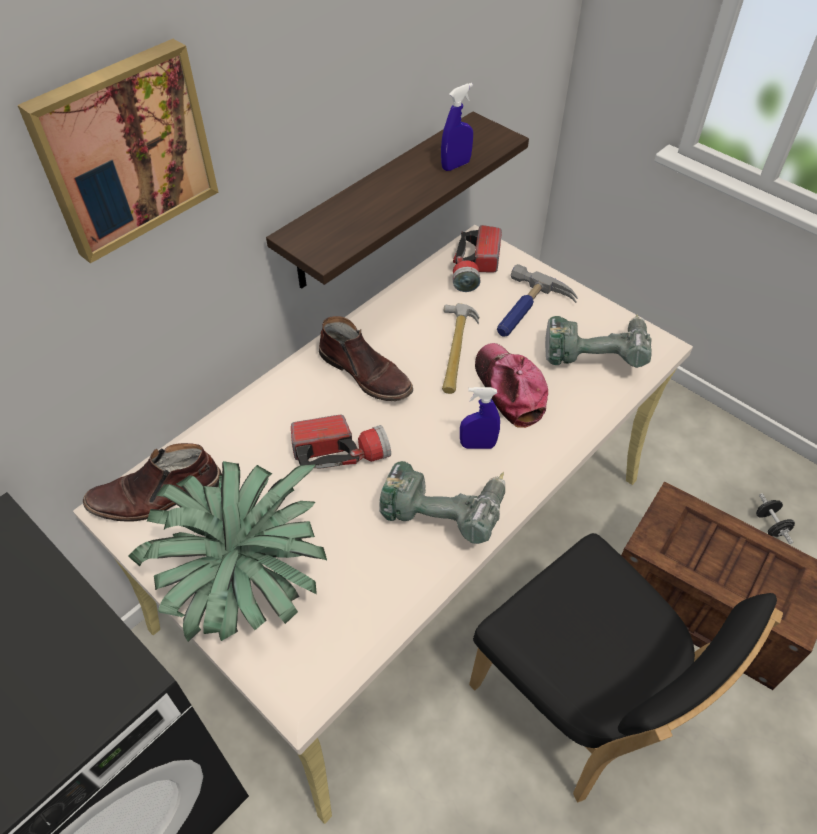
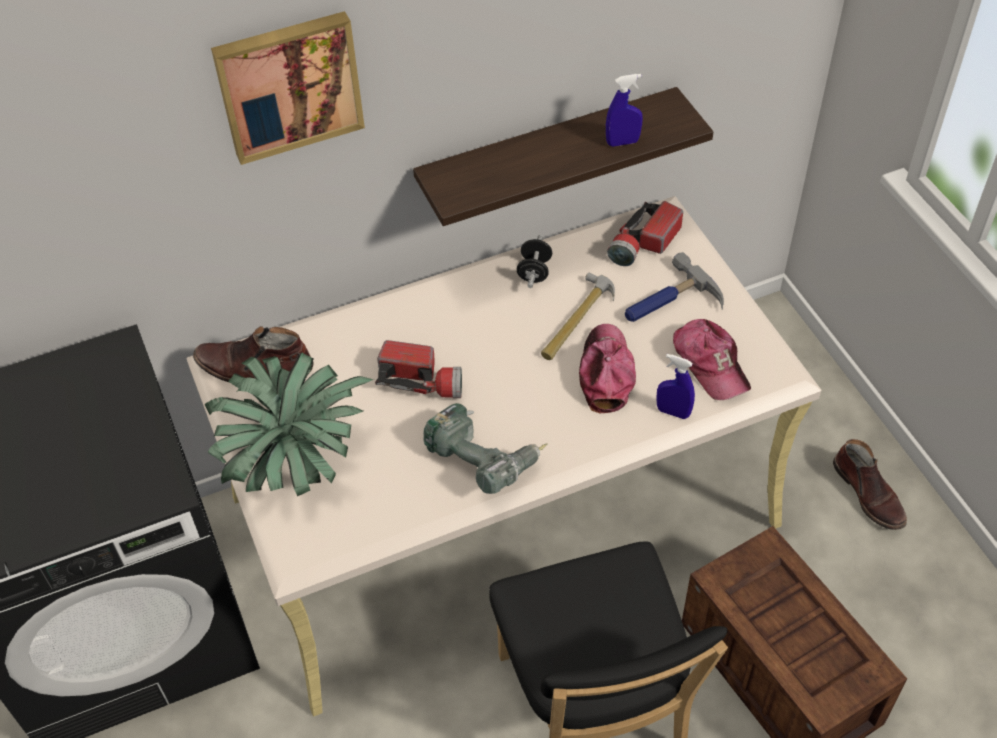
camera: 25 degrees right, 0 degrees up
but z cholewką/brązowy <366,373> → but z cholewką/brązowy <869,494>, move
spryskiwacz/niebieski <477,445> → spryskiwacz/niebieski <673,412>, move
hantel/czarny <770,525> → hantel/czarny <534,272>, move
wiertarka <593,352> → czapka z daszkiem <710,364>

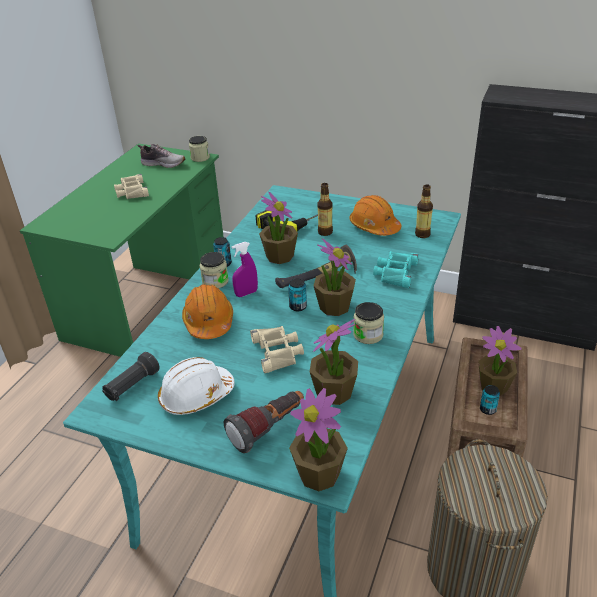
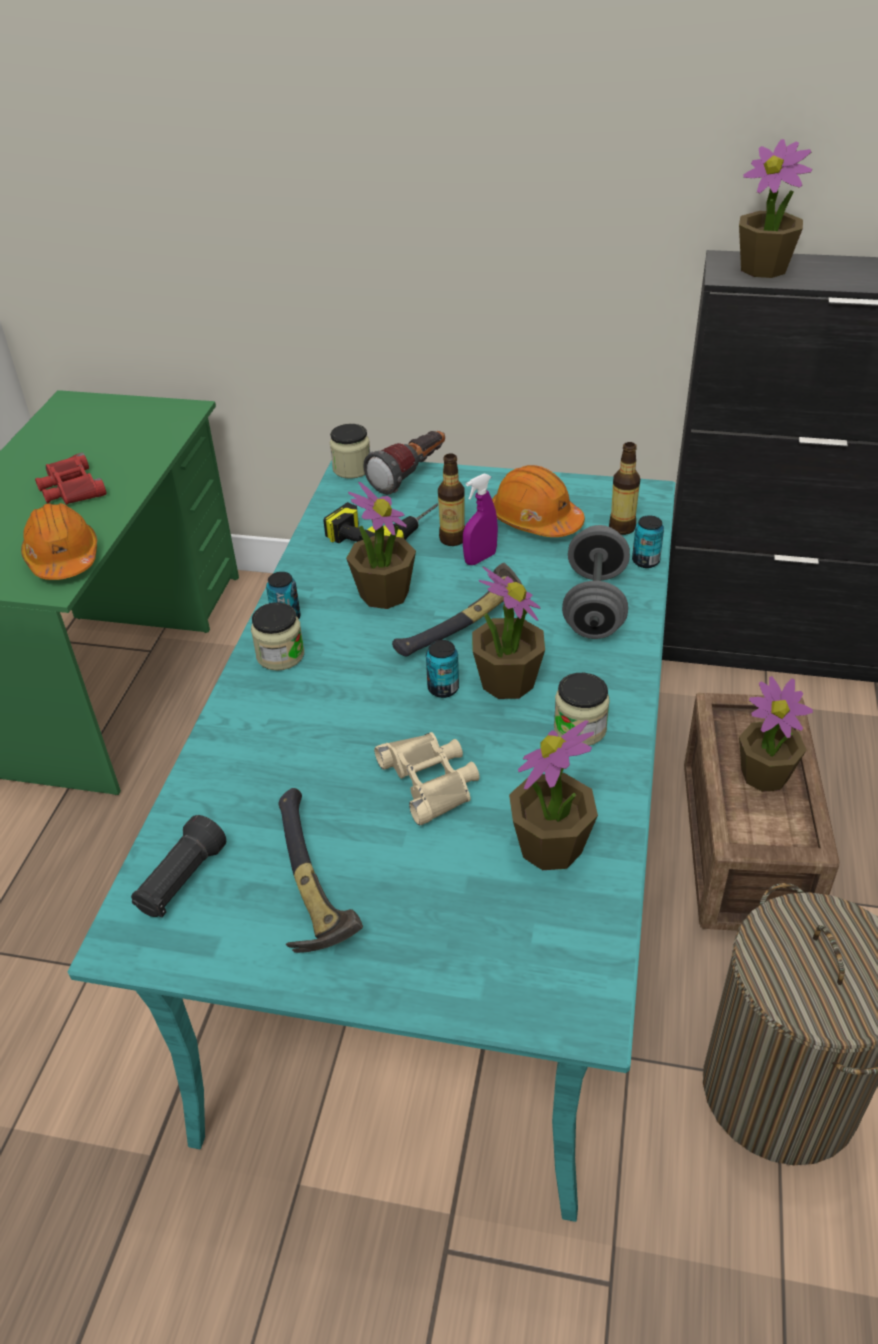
camera: 10 degrees left, 5 degrees up
but <163,164> → -
kask/pomarańczowy <209,321> → kask/pomarańczowy <63,558>, move
słoik <200,158> → słoik <352,468>, move
latarka <268,429> → latarka <411,475>, move
spryskiwacz/fioletowy <246,293> → spryskiwacz/fioletowy <480,558>, move
roślina doniczkowa <319,474> → roślina doniczkowa <763,269>, move
puszka <487,409> → puszka <645,561>, move
kask/biały <196,396> → młotek <306,885>
lornetka/turkusowy <395,273> → hantel/szary <595,605>
lornetka/beżowy <131,191> → lornetka/czerwony <71,488>

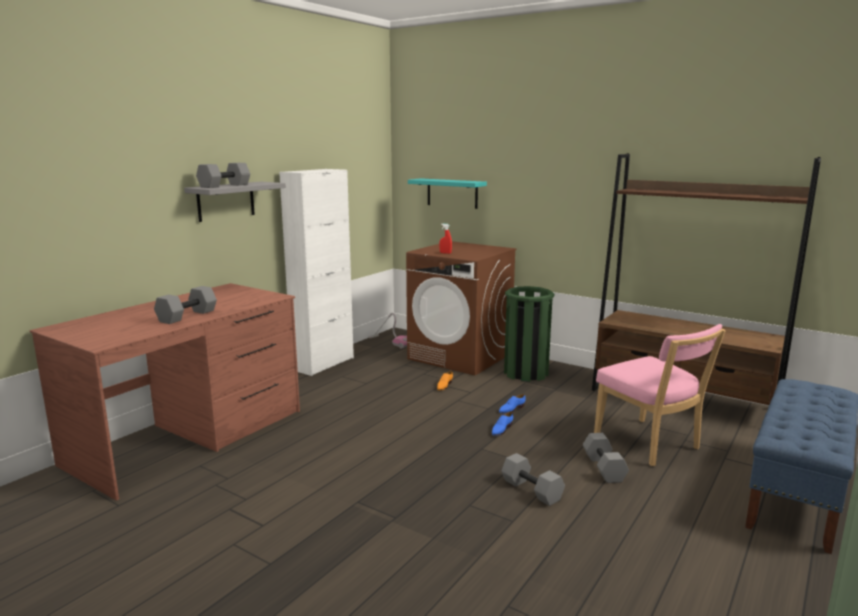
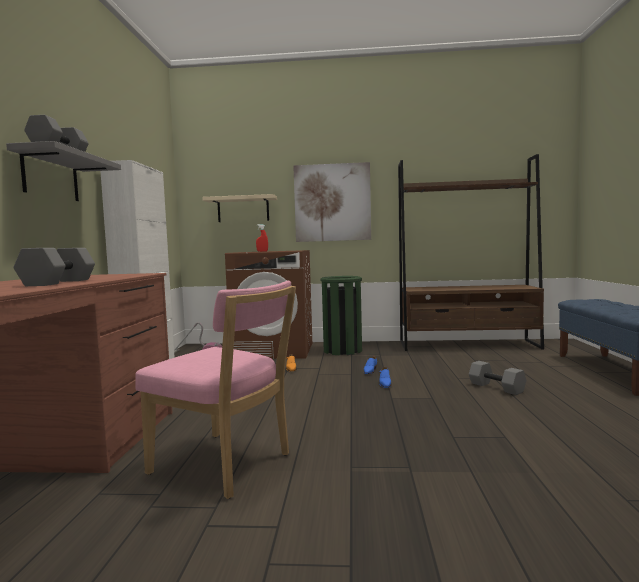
camera: 30 degrees left, 10 degrees down
hantel/szary <533,490> → -
- → obraz <332,202>
krzesło/różowy <650,444> → krzesło/różowy <226,465>, move
półka/turkusowy <452,193> → półka/beżowy <243,209>

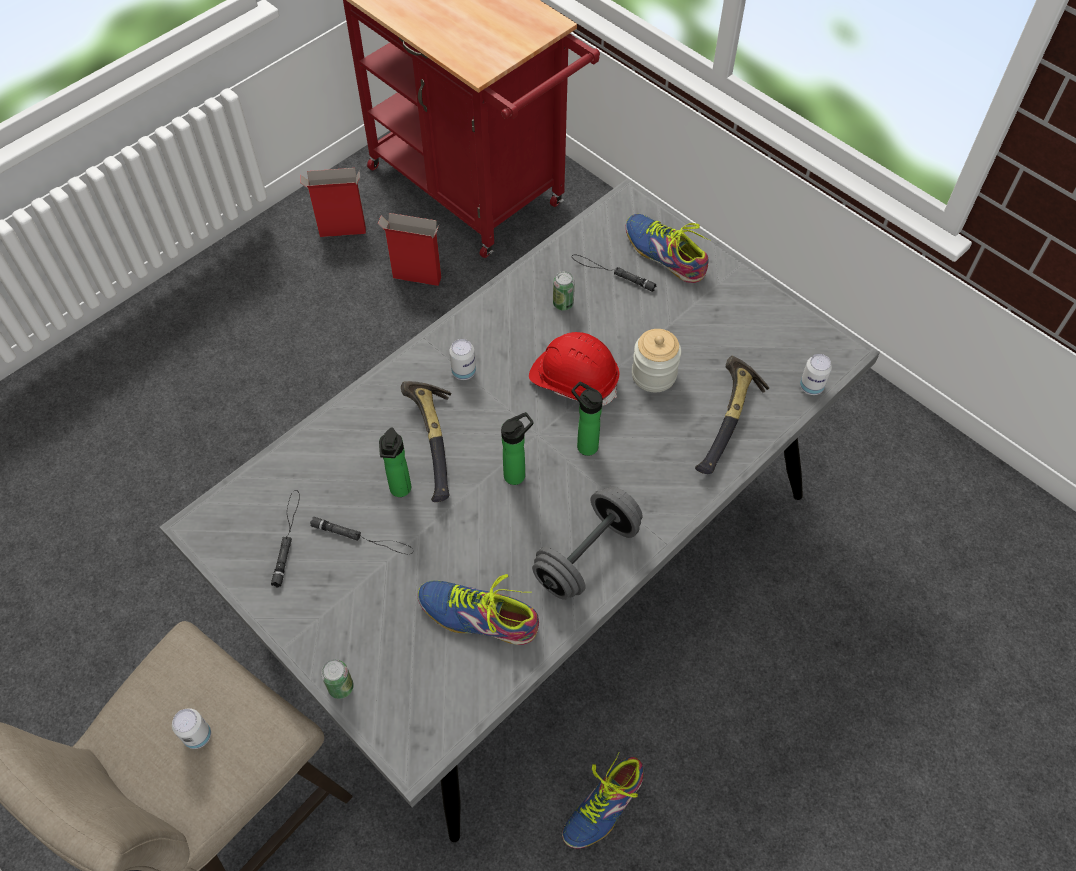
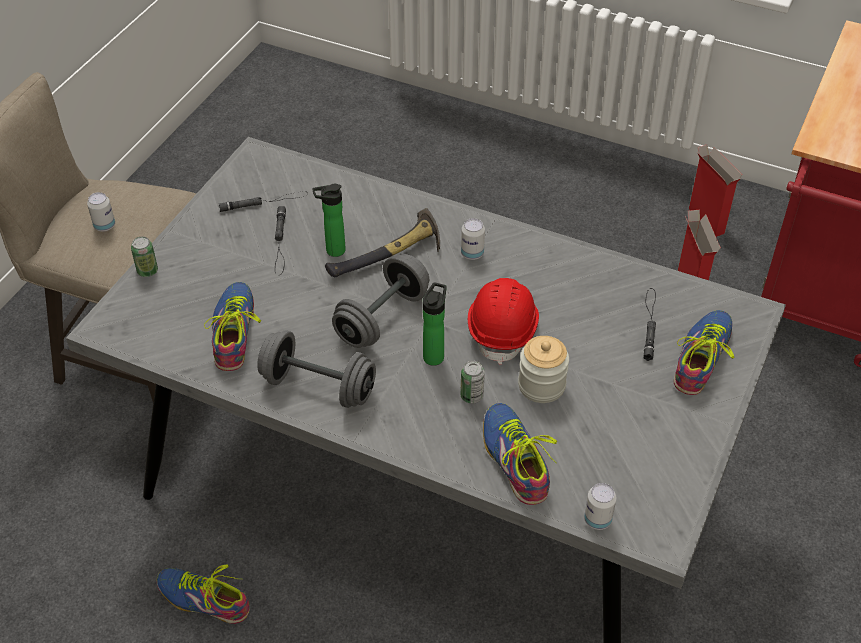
camera: 70 degrees right, 10 degrees down
puszka <563,304> → puszka <471,396>, move
butelka <517,474> → hantel/szary <382,318>
młotek <730,423> → but <514,459>

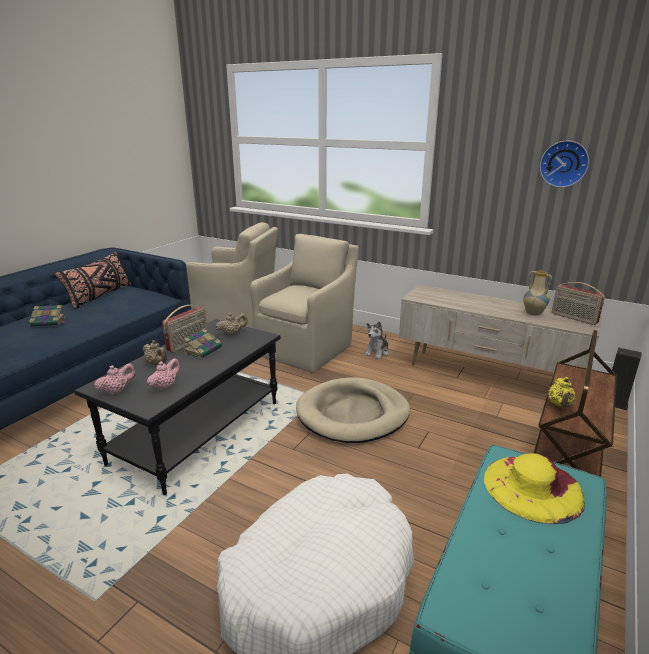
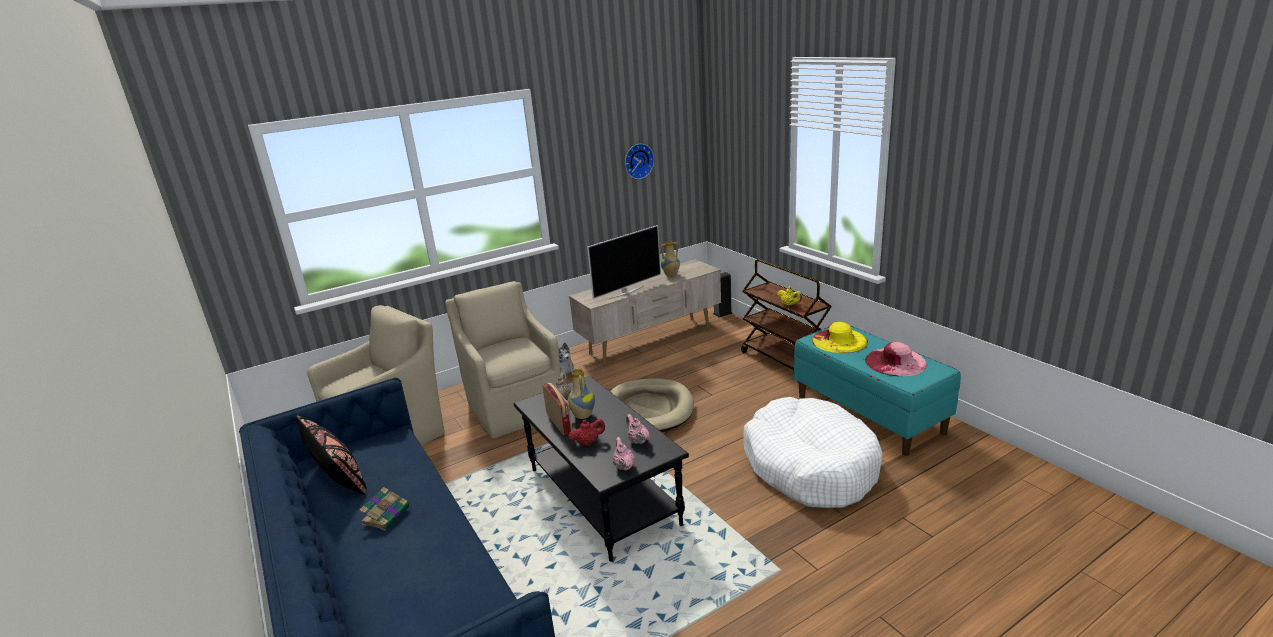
camera: 60 degrees left, 0 degrees up
radio <573,318> → -
- → telewizor <626,292>
- → kapelusz/różowy <895,362>
książka <203,350> → wazon <582,415>
imbryk/beżowy <157,364> → imbryk/czerwony <588,442>

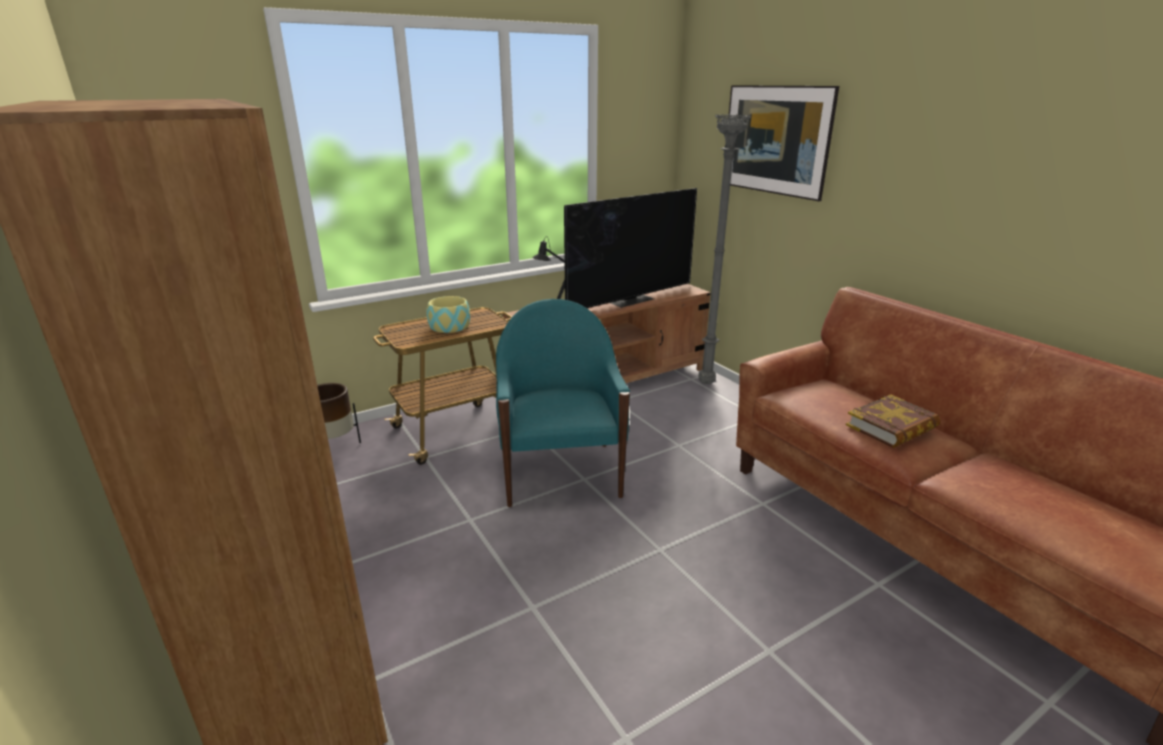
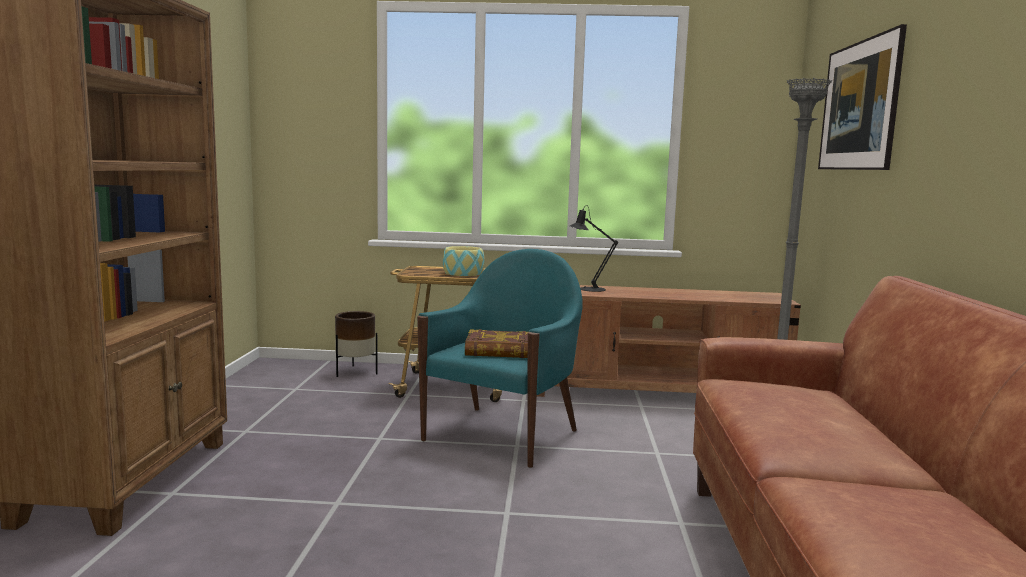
camera: 35 degrees right, 15 degrees down
telewizor <631,299> → -
książka <892,427> → książka <500,351>, move

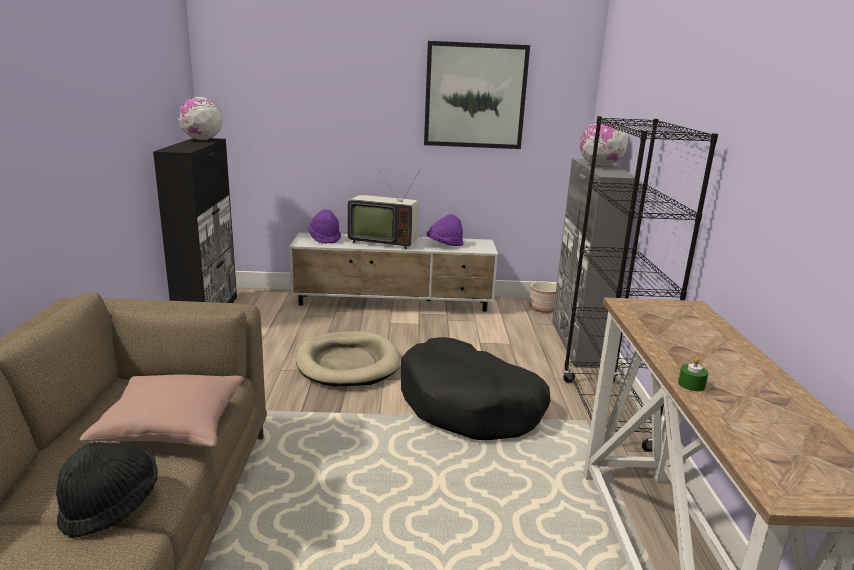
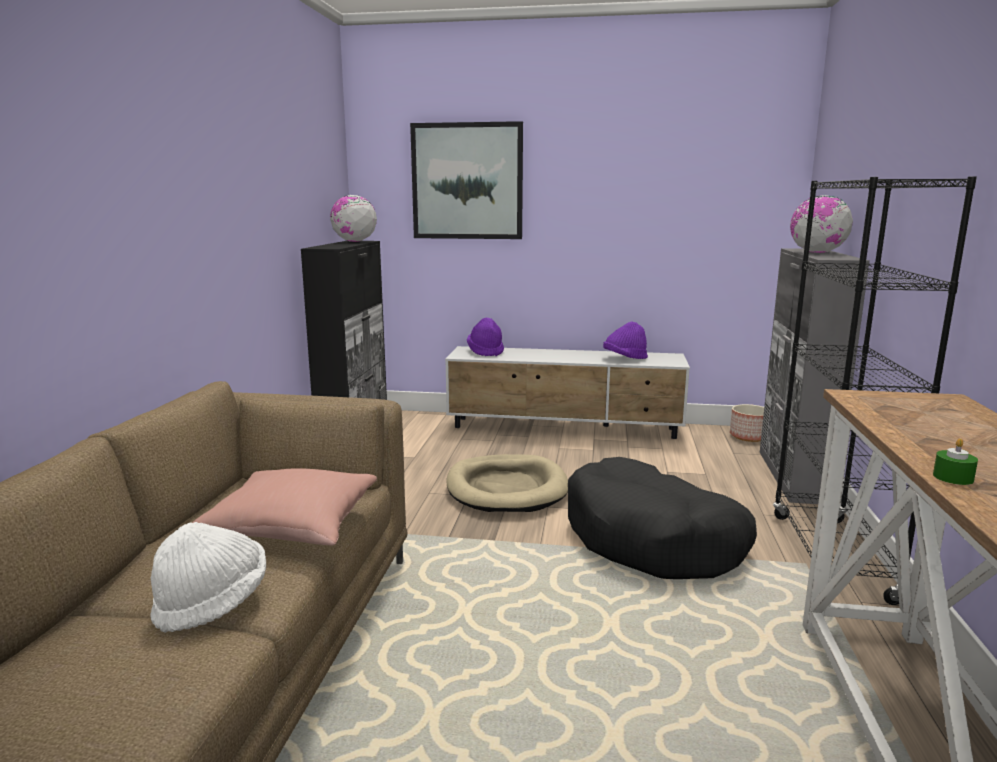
camera: 10 degrees right, 5 degrees down
telewizor <382,241> → -
obraz <475,96> → obraz <467,181>, move
kapelusz/czarny <111,506> → kapelusz/biały <212,603>

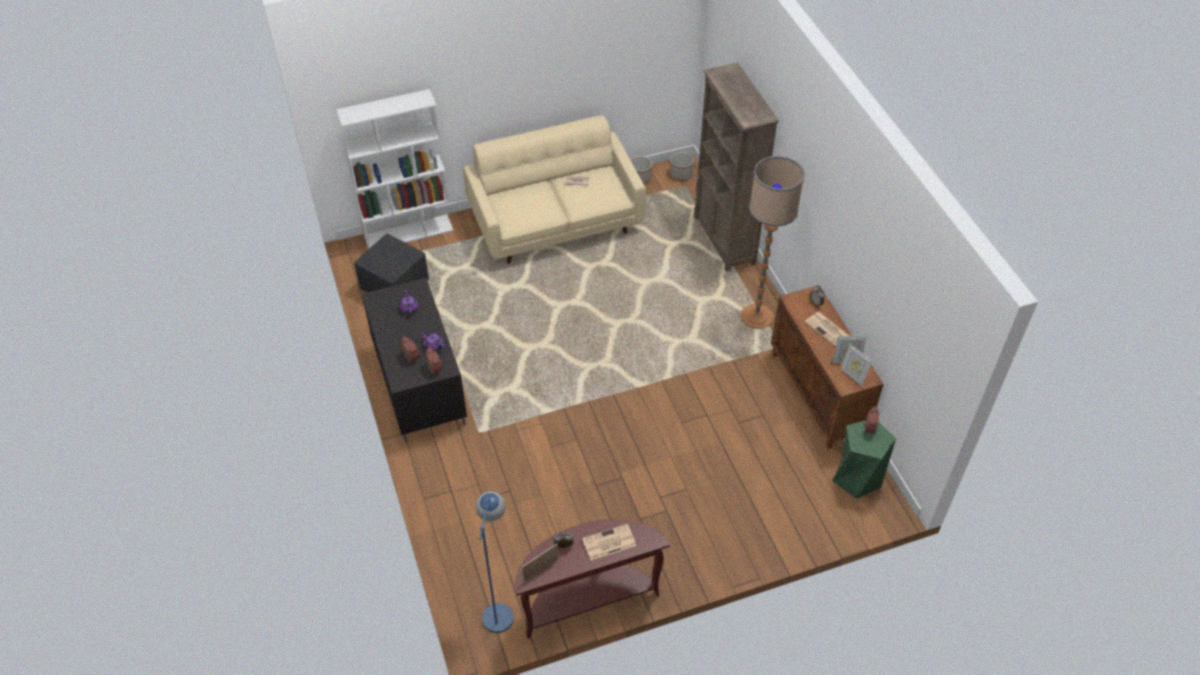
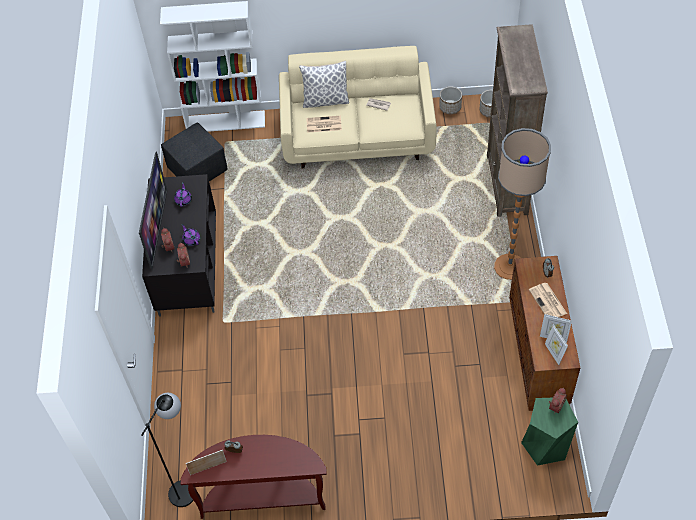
camera: 20 degrees right, 5 degrees up
- → telewizor <158,229>
- → poduszka <325,100>
gazeta <608,543> → gazeta <323,124>, move
lampa stojąca/niebieski <499,608> → lampa stojąca/czarny <186,485>

